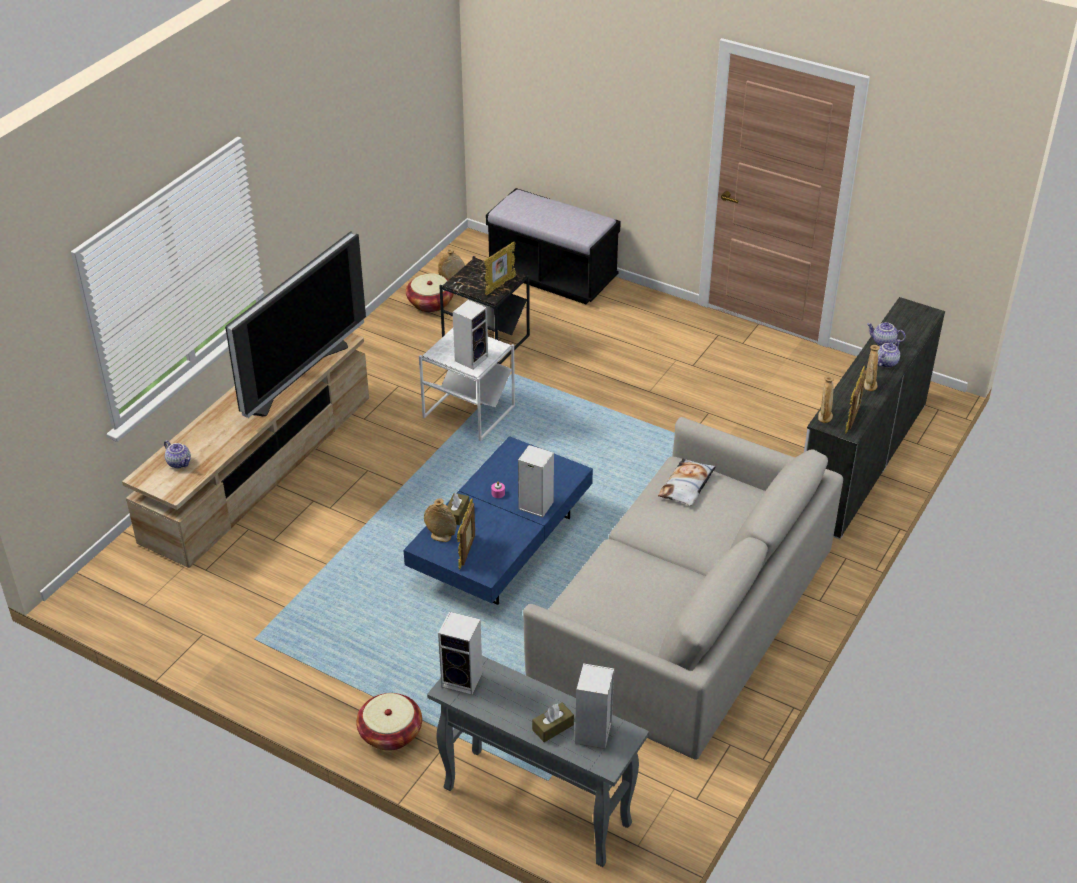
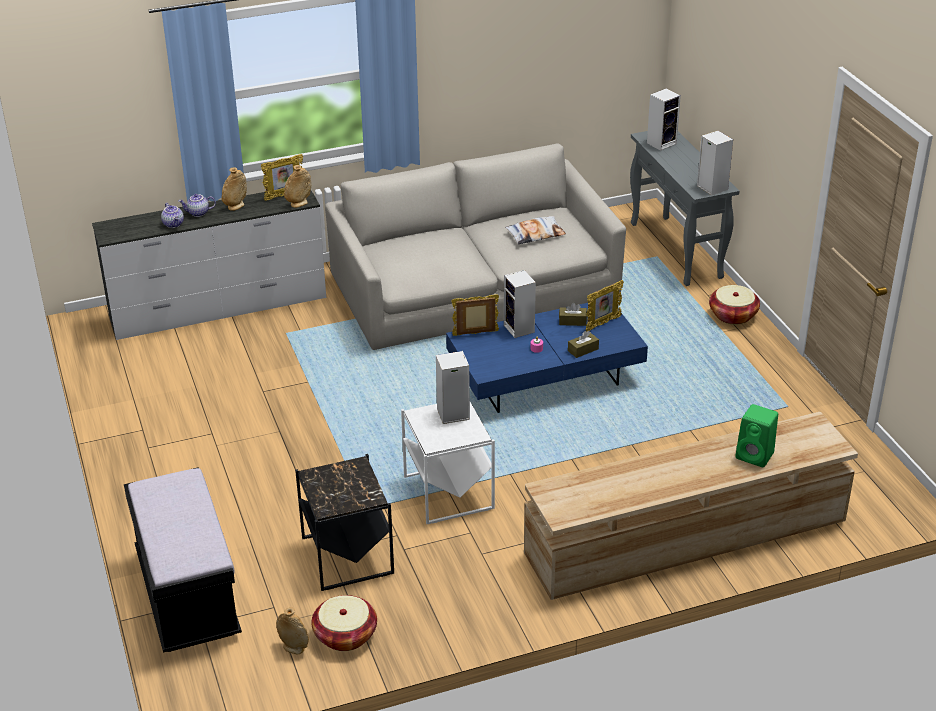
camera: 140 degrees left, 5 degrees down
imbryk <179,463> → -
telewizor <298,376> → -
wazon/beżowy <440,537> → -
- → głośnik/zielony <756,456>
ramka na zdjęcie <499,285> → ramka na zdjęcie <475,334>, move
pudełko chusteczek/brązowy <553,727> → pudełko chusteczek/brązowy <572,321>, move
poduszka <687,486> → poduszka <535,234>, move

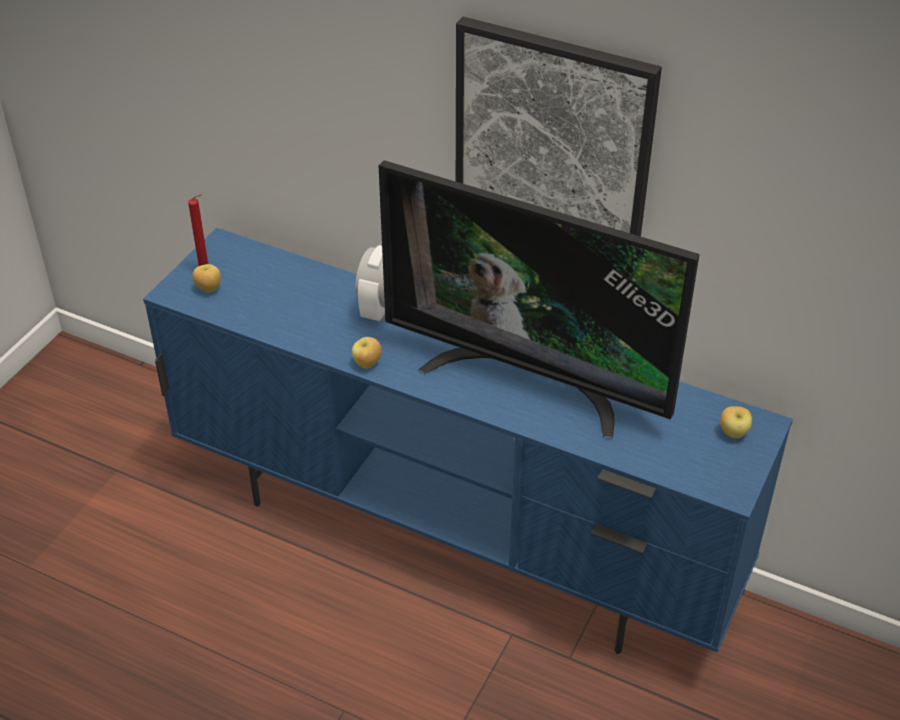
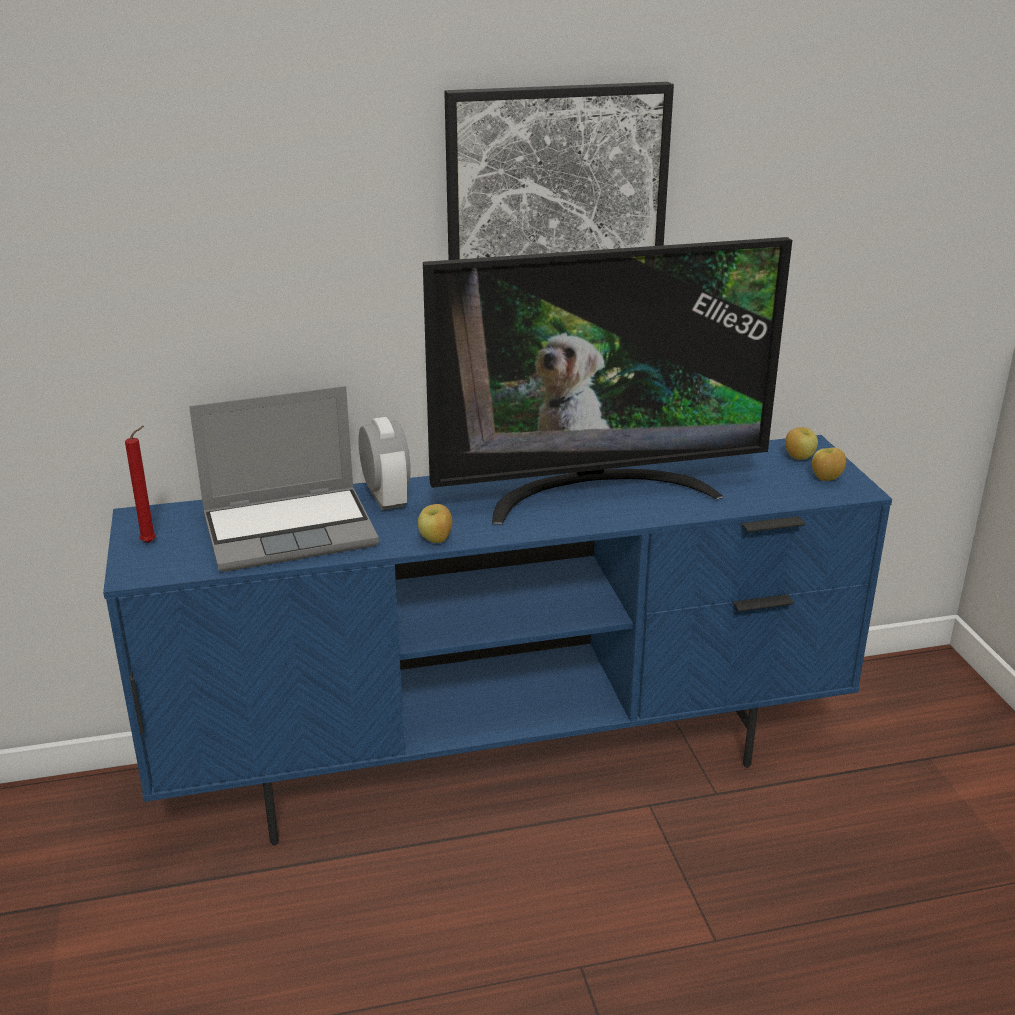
camera: 40 degrees left, 15 degrees down
- → laptop <291,530>
jabłko <208,289> → jabłko <826,479>, move

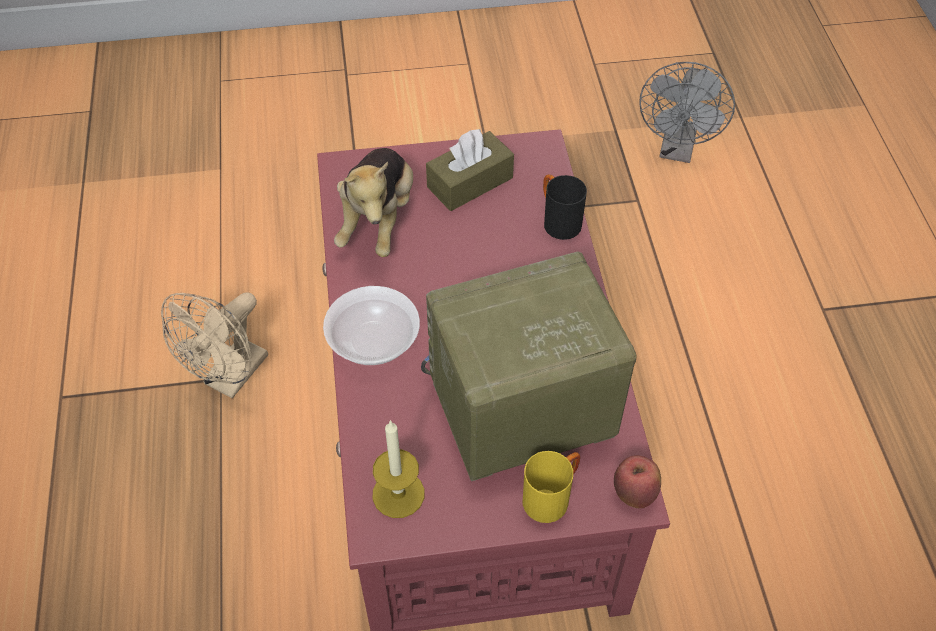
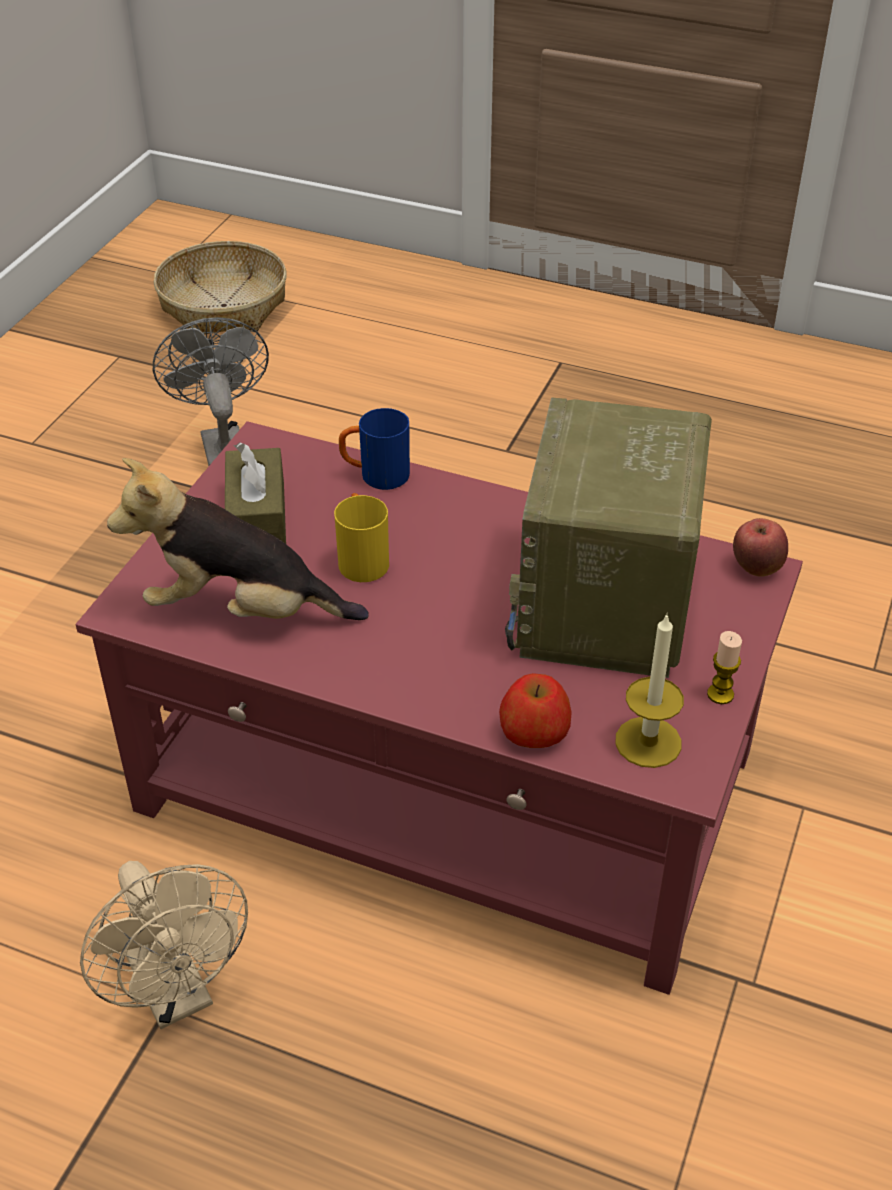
camera: 60 degrees left, 10 degrees down
miska <374,341> → -
- → koszyk <223,306>
- → jabłko <533,732>
- → świeca <720,694>
kubek/żółty <552,496> → kubek/żółty <361,559>, move
kubek/czarny <557,221> → kubek/niebieski <375,476>
pluszak <378,220> → pluszak <242,610>, 150 degrees clockwise
wentylator/szary <677,150> → wentylator/szary <221,444>, 150 degrees counterclockwise

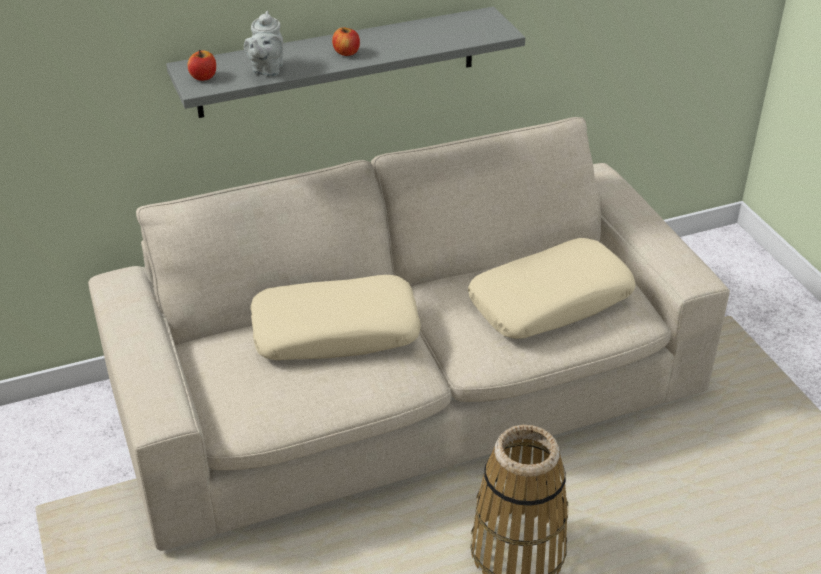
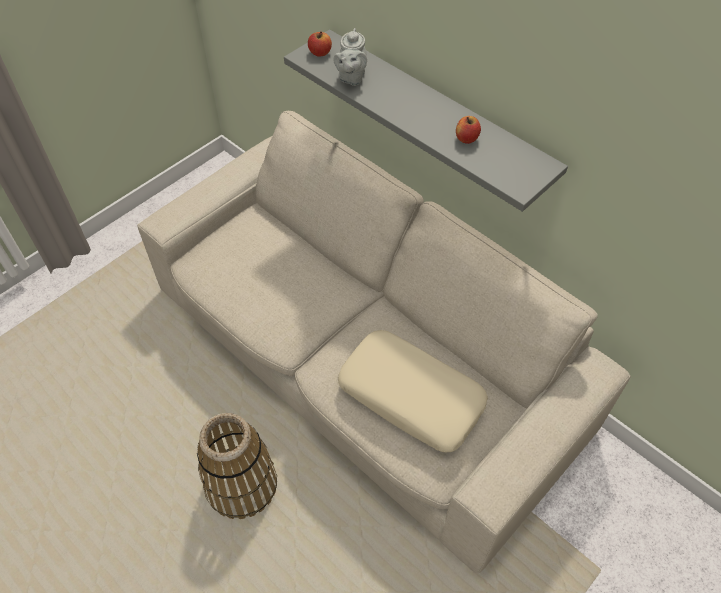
camera: 65 degrees right, 15 degrees up
poduszka/beżowy <336,331> → -
jabłko <346,53> → jabłko <466,138>, move
imbryk/szary <267,70> → imbryk/szary <351,78>, 60 degrees counterclockwise

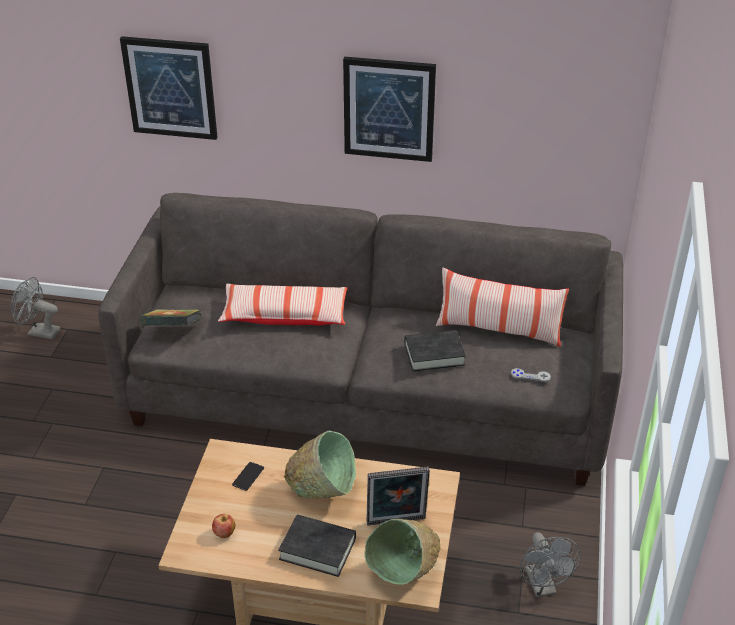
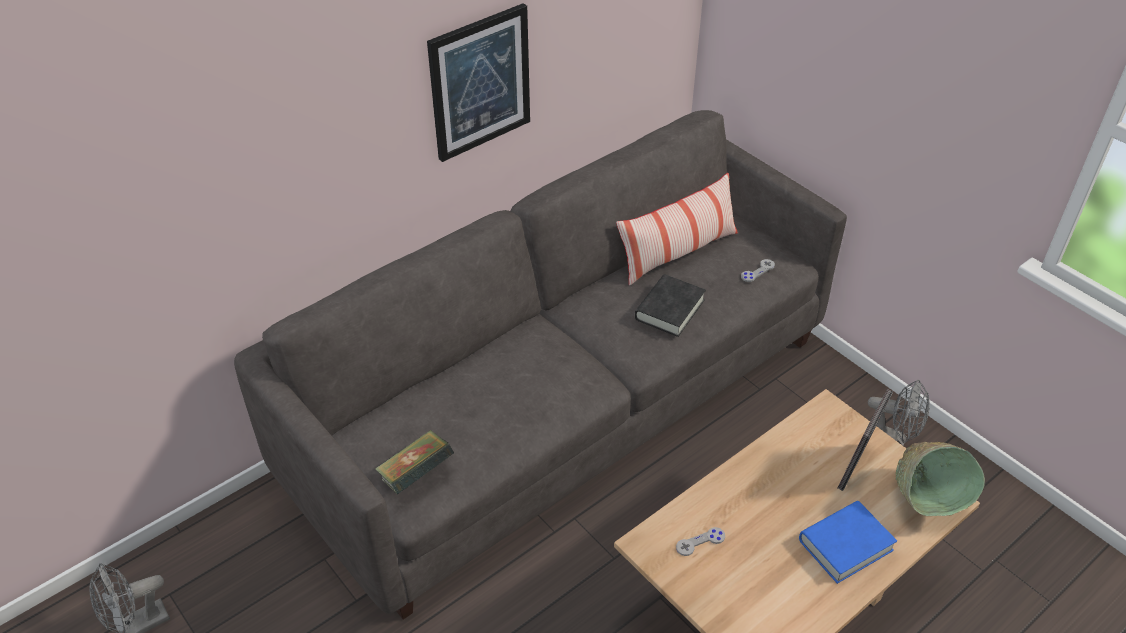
camera: 50 degrees left, 5 degrees up
obraz <170,88> → -
jabłko <224,534> → -
poduszka <284,315> → -
miska/zielony <323,491> → -
telefon <248,476> → pad do gier/szary <700,542>
książka/czarny <317,549> → książka/niebieski <845,545>

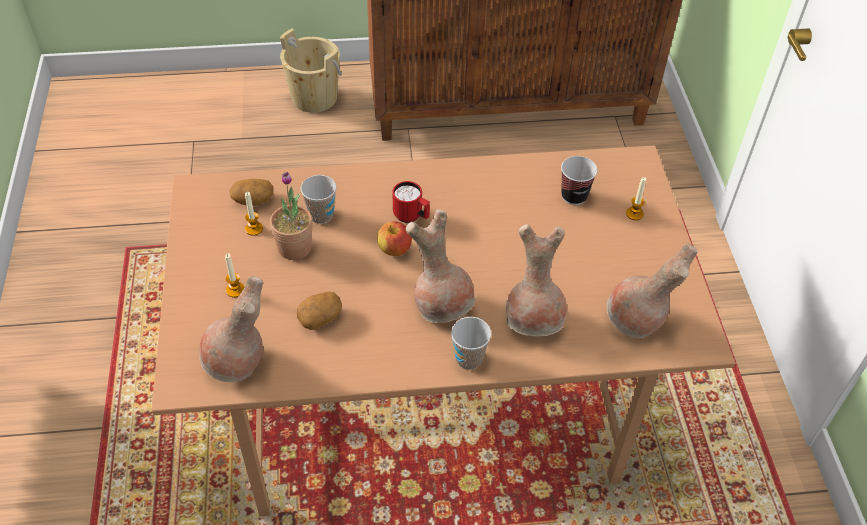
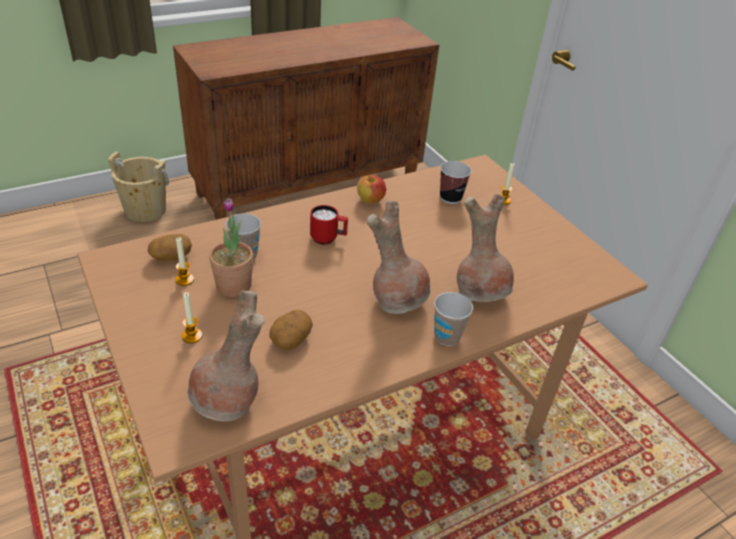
camera: 25 degrees left, 10 degrees down
wazon/brązowy <636,322> → -
jabłko <394,250> → jabłko <370,200>, move

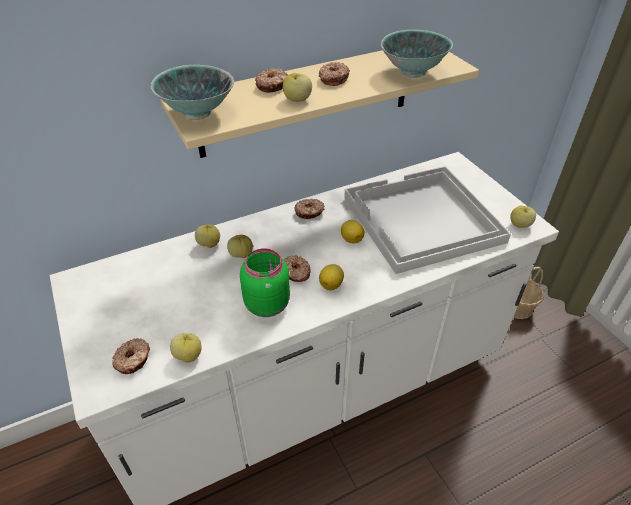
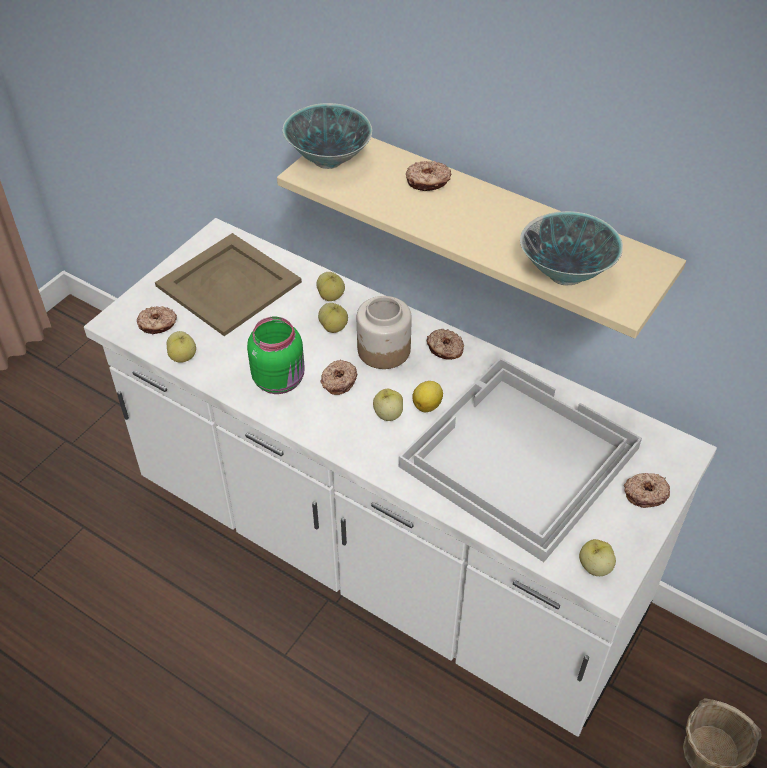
camera: 60 degrees right, 5 degrees up
cytryna <331,284> → -
- → taca/beżowy <228,283>
- → słoik <383,350>
jabłko <297,100> → jabłko <388,414>, move
donut <333,79> → donut <645,493>, move

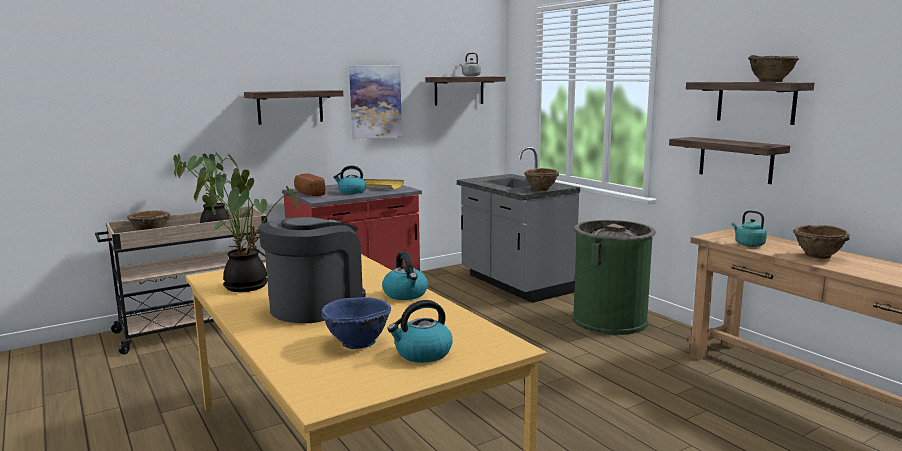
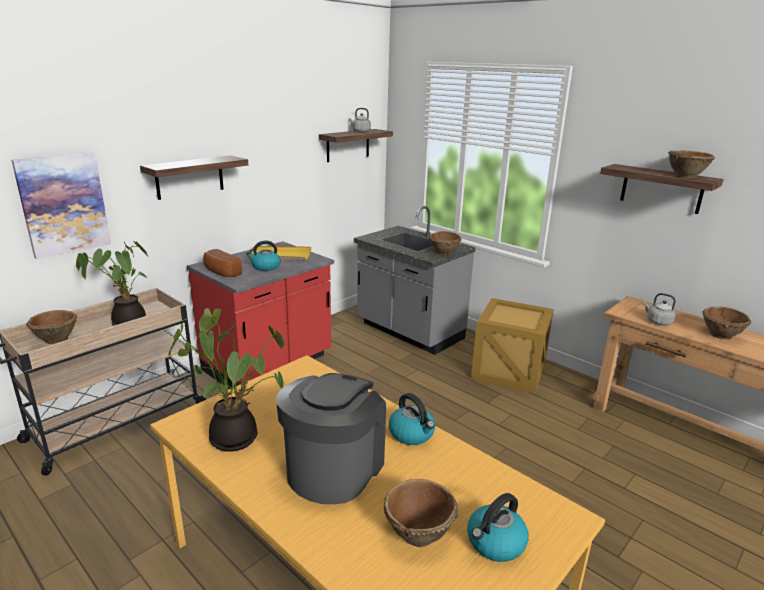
camera: 15 degrees left, 10 degrees up
półka <735,159> → -
obraz <375,101> → obraz <63,204>, move
kosz na śmieci/zielony <609,320> → skrzynka <510,371>
miska/niebieski <357,343> → miska/brązowy <418,533>
czajnik/turkusowy <748,244> → czajnik/szary <657,322>

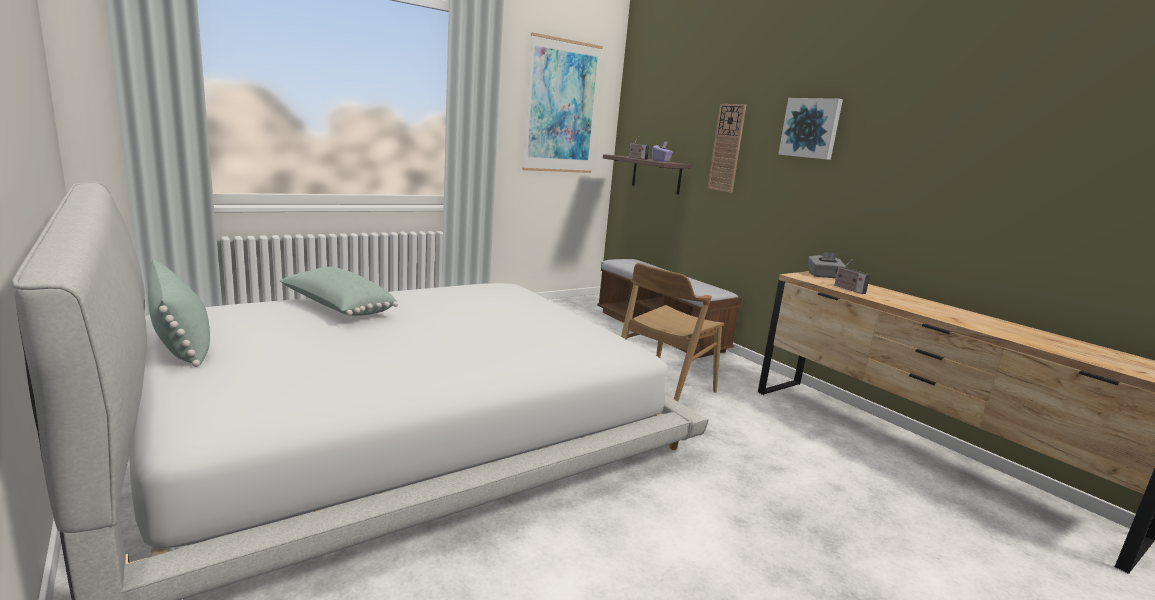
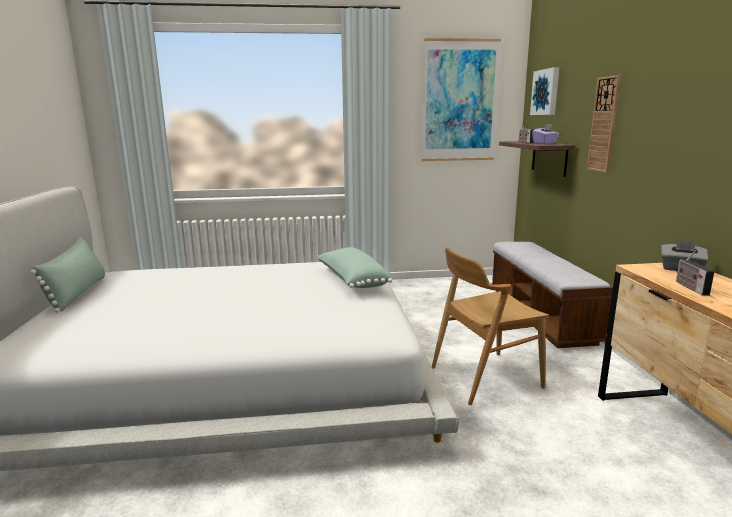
camera: 30 degrees right, 0 degrees up
poduszka/zielony <337,308> → poduszka/zielony <351,280>, move
obraz <811,128> → obraz <546,92>, move

